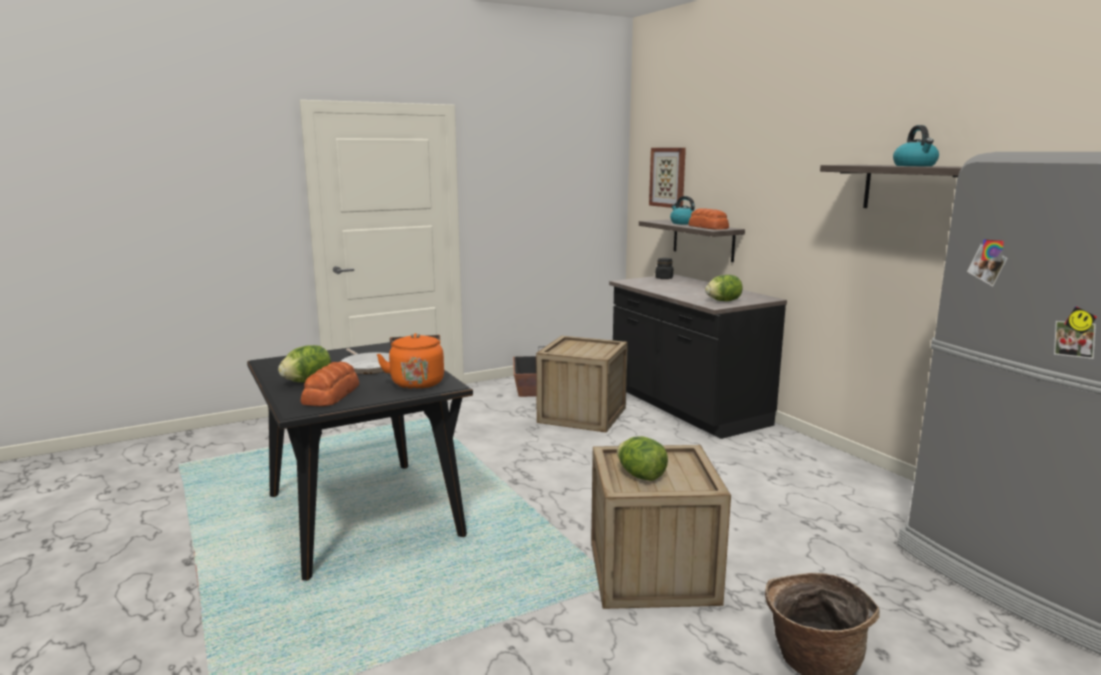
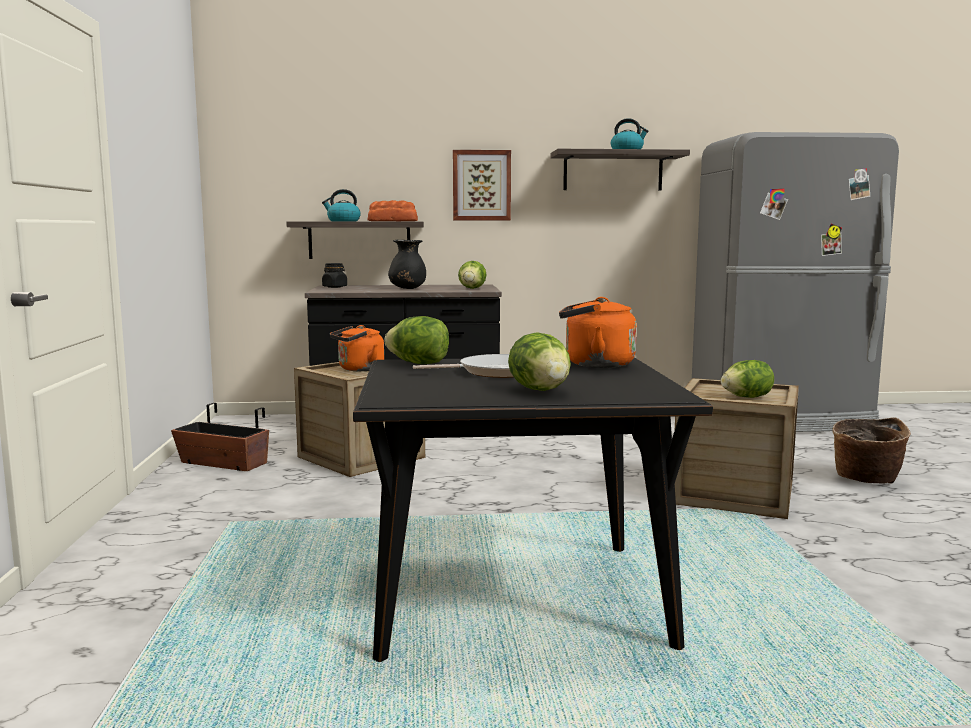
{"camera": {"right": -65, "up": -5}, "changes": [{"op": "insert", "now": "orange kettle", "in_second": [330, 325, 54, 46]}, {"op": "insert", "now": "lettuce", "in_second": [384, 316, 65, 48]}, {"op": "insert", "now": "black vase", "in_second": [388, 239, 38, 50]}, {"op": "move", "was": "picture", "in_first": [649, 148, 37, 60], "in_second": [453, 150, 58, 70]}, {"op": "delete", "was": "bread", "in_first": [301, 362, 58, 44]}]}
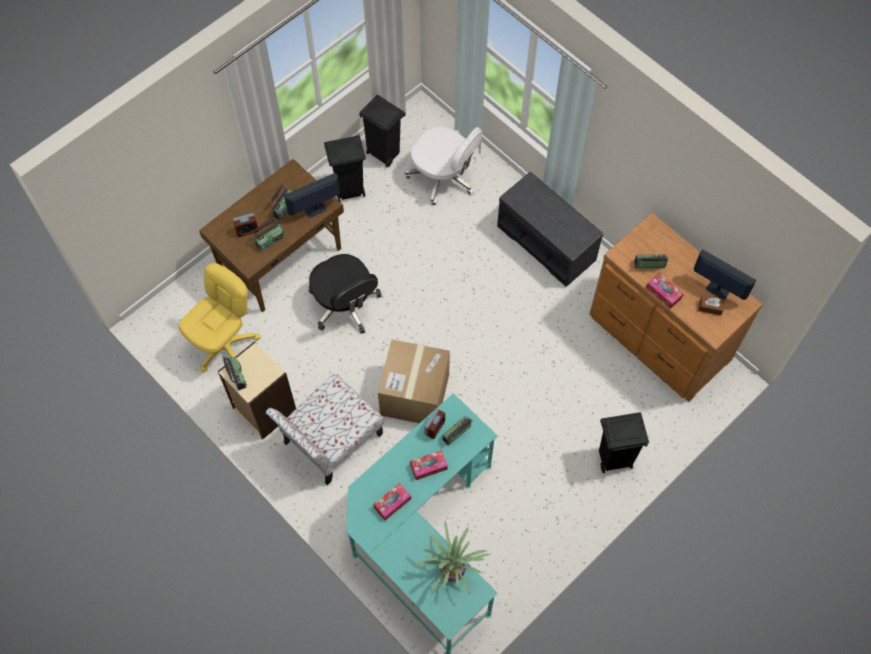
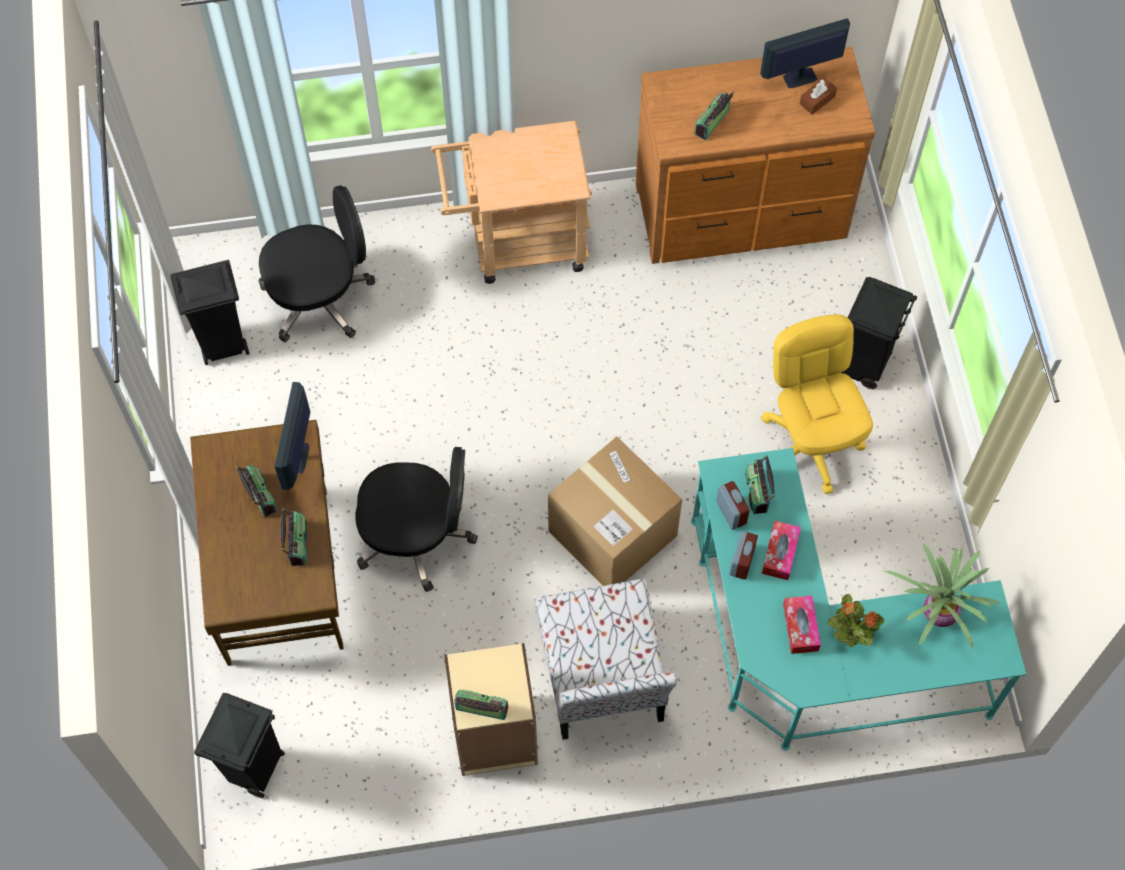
{"camera": {"right": -55, "up": 0}, "changes": [{"op": "move", "was": "black trash can", "in_first": [324, 135, 42, 67], "in_second": [194, 693, 91, 105]}, {"op": "recolor", "was": "white office chair", "now": "black office chair", "in_first": [405, 127, 78, 78], "in_second": [259, 185, 116, 157]}, {"op": "replace", "was": "grey bench", "now": "beige cart", "in_first": [497, 172, 106, 115], "in_second": [431, 121, 161, 163]}, {"op": "move", "was": "alarm clock", "in_first": [233, 213, 26, 24], "in_second": [729, 531, 29, 49]}, {"op": "move", "was": "yellow office chair", "in_first": [179, 263, 82, 109], "in_second": [761, 314, 112, 180]}, {"op": "insert", "now": "potted plant", "in_second": [827, 594, 58, 53]}, {"op": "delete", "was": "tissue box", "in_first": [646, 273, 37, 36]}]}
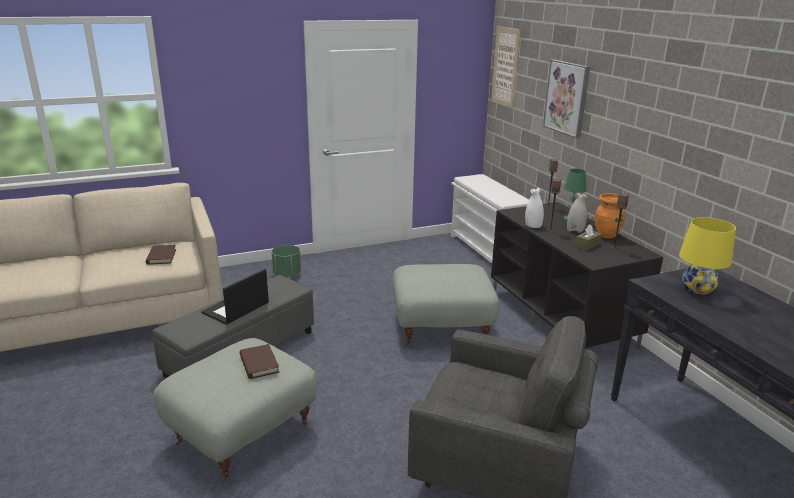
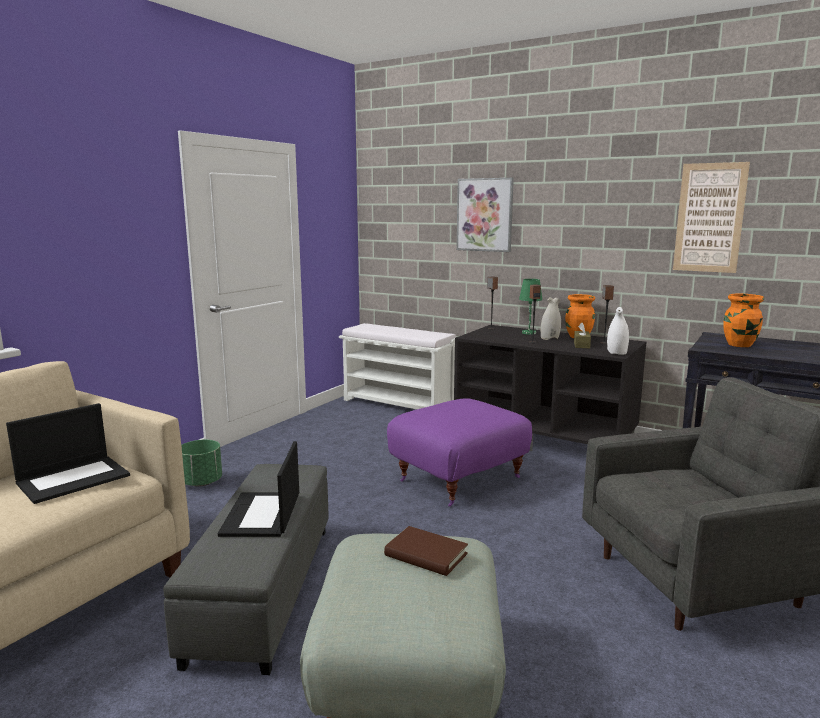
{"camera": {"right": -35, "up": -10}, "changes": [{"op": "replace", "was": "brown book", "now": "laptop", "in_first": [146, 245, 30, 20], "in_second": [6, 403, 124, 101]}, {"op": "recolor", "was": "grey ottoman", "now": "purple ottoman", "in_first": [392, 264, 107, 82], "in_second": [387, 398, 145, 109]}, {"op": "move", "was": "white vase", "in_first": [525, 188, 19, 40], "in_second": [607, 307, 22, 48]}, {"op": "move", "was": "picture", "in_first": [491, 26, 30, 82], "in_second": [673, 162, 77, 111]}, {"op": "replace", "was": "yellow table lamp", "now": "orange vase", "in_first": [679, 217, 57, 78], "in_second": [723, 294, 41, 53]}]}
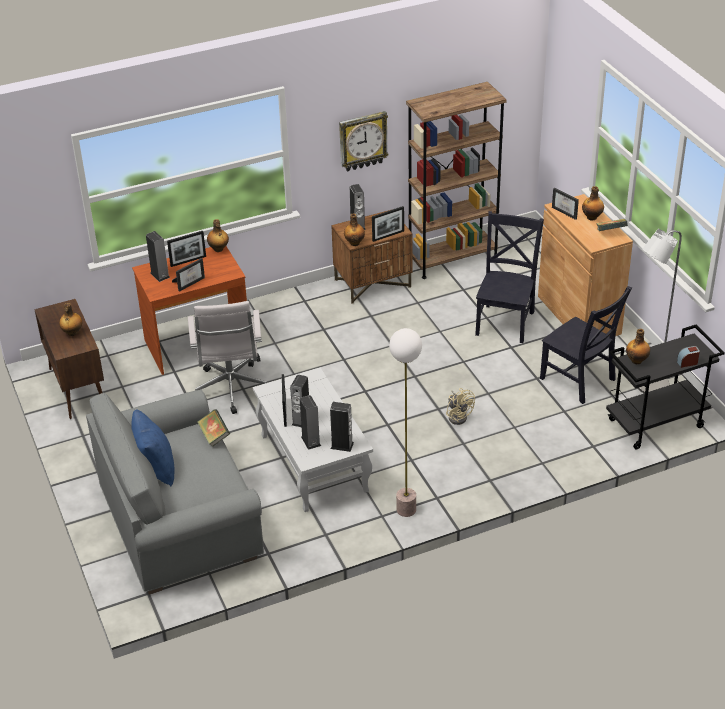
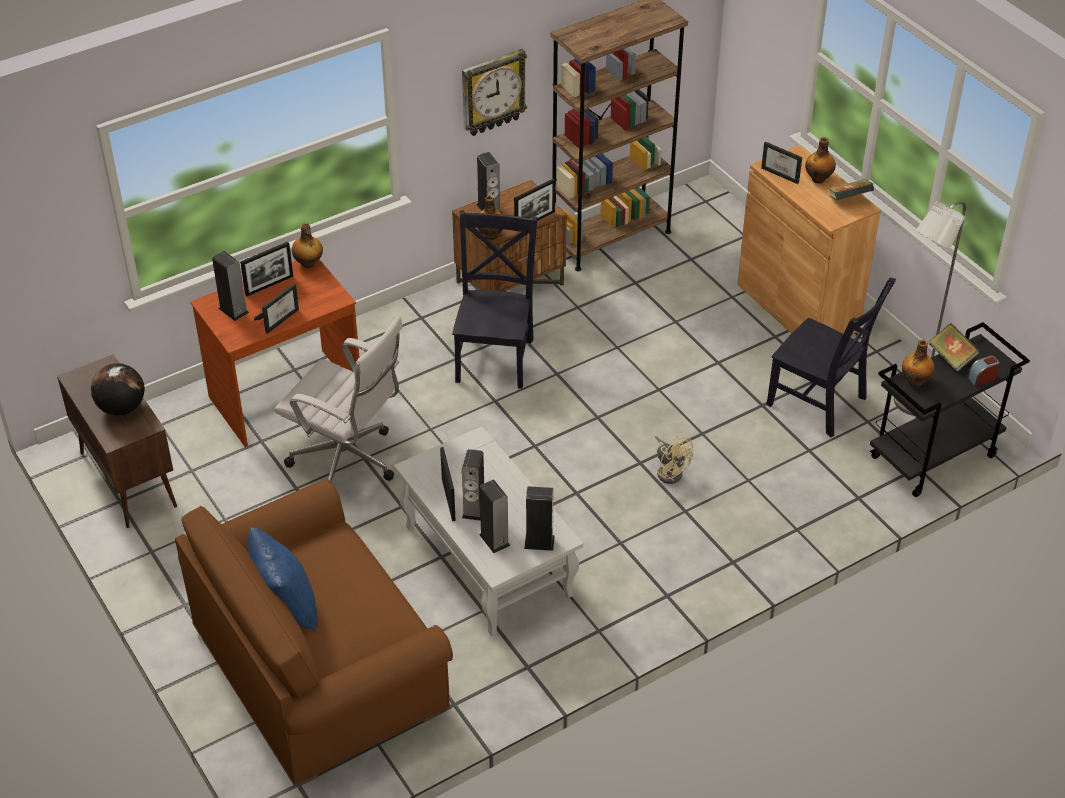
{"camera": {"right": -10, "up": 5}, "changes": [{"op": "replace", "was": "bottle", "now": "globe", "in_first": [59, 303, 23, 33], "in_second": [91, 363, 54, 53]}, {"op": "recolor", "was": "grey sofa", "now": "brown sofa", "in_first": [86, 389, 178, 205], "in_second": [175, 479, 278, 307]}, {"op": "rotate", "was": "white office chair", "in_first": [188, 301, 79, 113], "in_second": [274, 316, 129, 166], "clockwise": -45}, {"op": "move", "was": "black chair", "in_first": [475, 211, 69, 132], "in_second": [452, 210, 86, 179]}, {"op": "move", "was": "book", "in_first": [198, 409, 32, 38], "in_second": [929, 323, 51, 49]}, {"op": "delete", "was": "floor lamp", "in_first": [389, 328, 33, 189]}]}
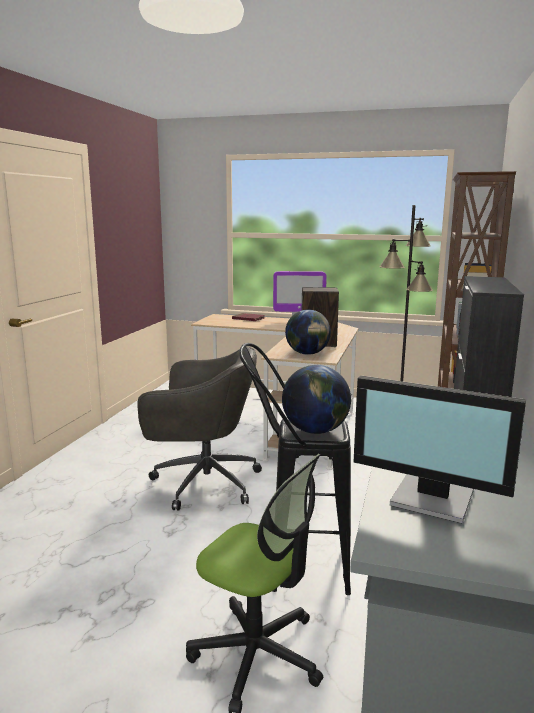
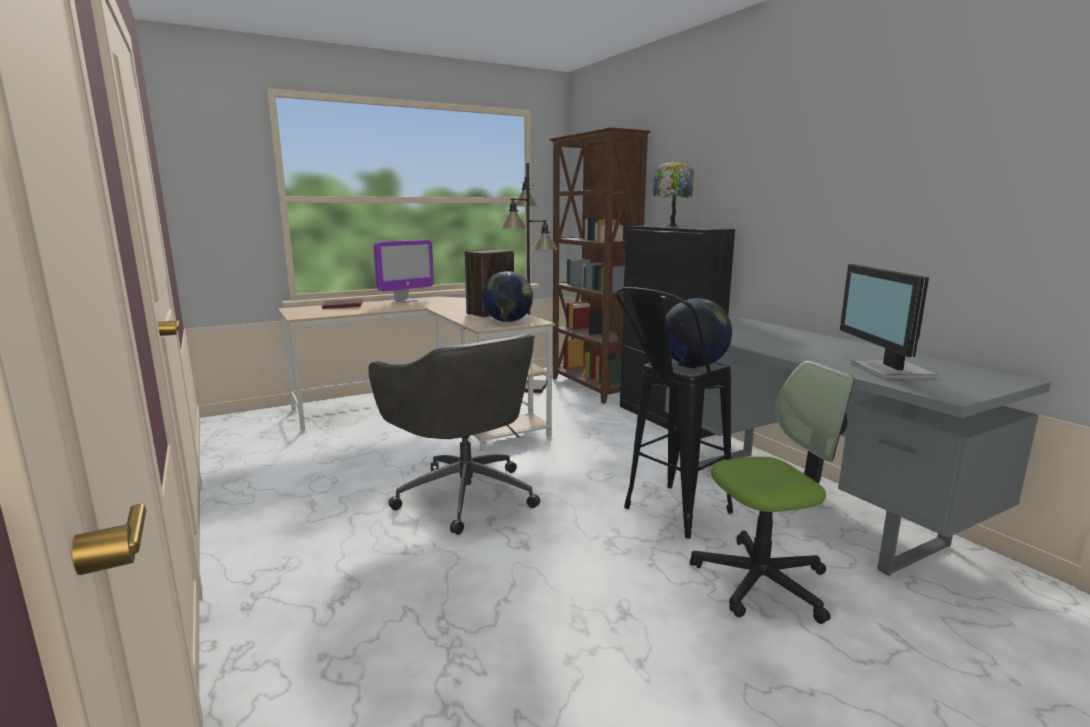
{"camera": {"right": -45, "up": 0}, "changes": [{"op": "rotate", "was": "grey office chair", "in_first": [137, 347, 125, 164], "in_second": [368, 334, 172, 201], "clockwise": 90}, {"op": "insert", "now": "table lamp", "in_second": [653, 161, 41, 66]}, {"op": "rotate", "was": "monitor", "in_first": [354, 376, 172, 147], "in_second": [840, 264, 98, 115], "clockwise": 105}]}
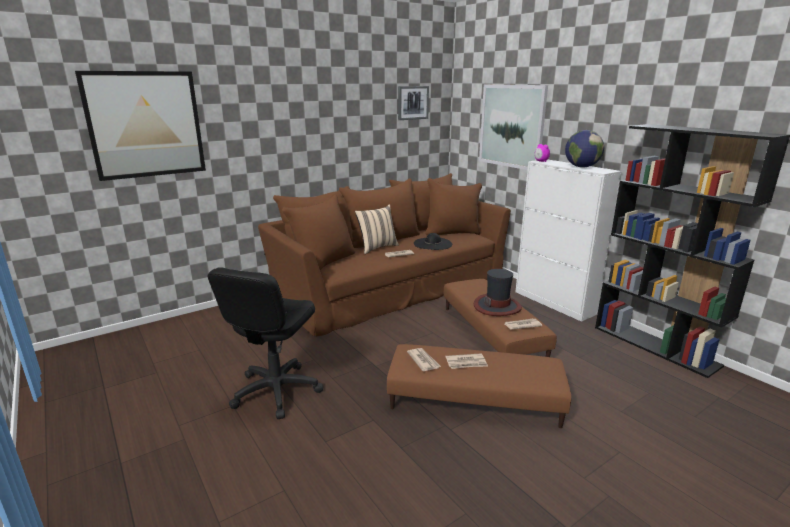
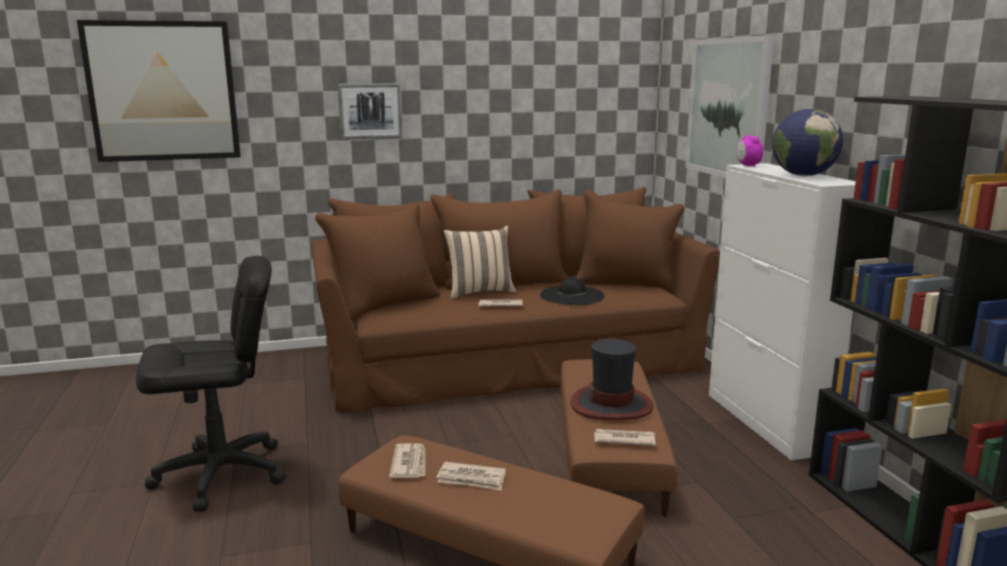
{"camera": {"right": 20, "up": -5}, "changes": [{"op": "rotate", "was": "black office chair", "in_first": [208, 267, 116, 152], "in_second": [136, 256, 150, 256], "clockwise": -150}, {"op": "move", "was": "picture", "in_first": [398, 86, 31, 34], "in_second": [338, 83, 65, 57]}]}
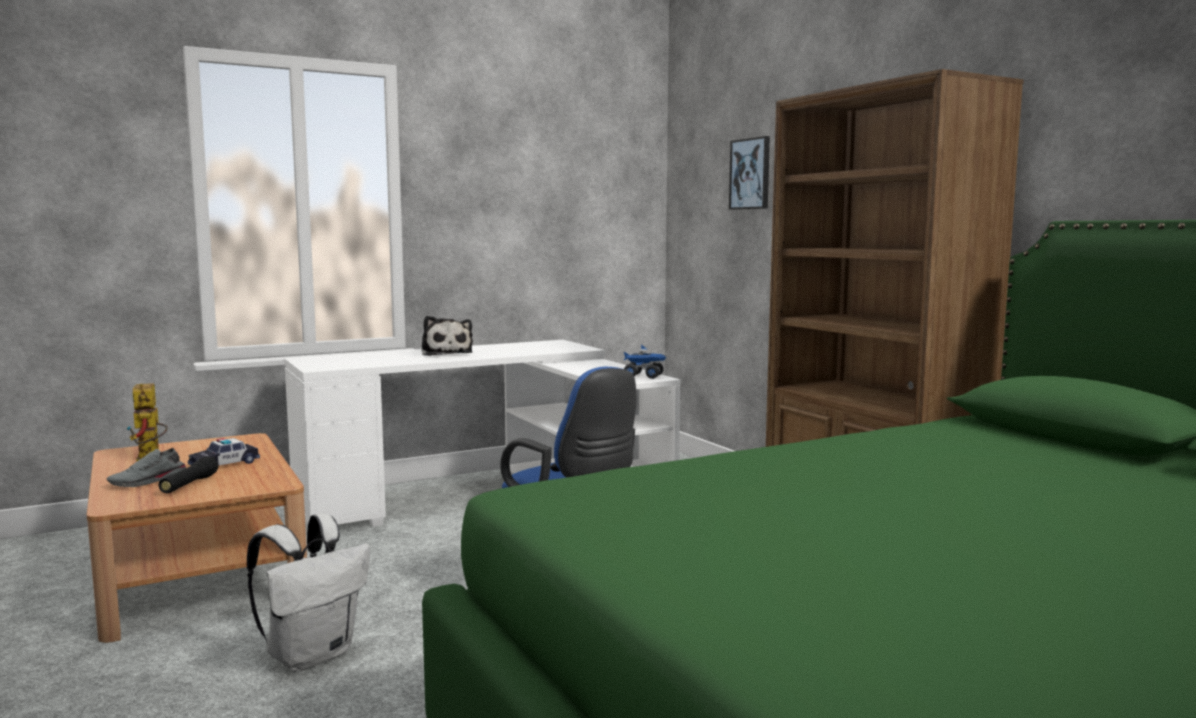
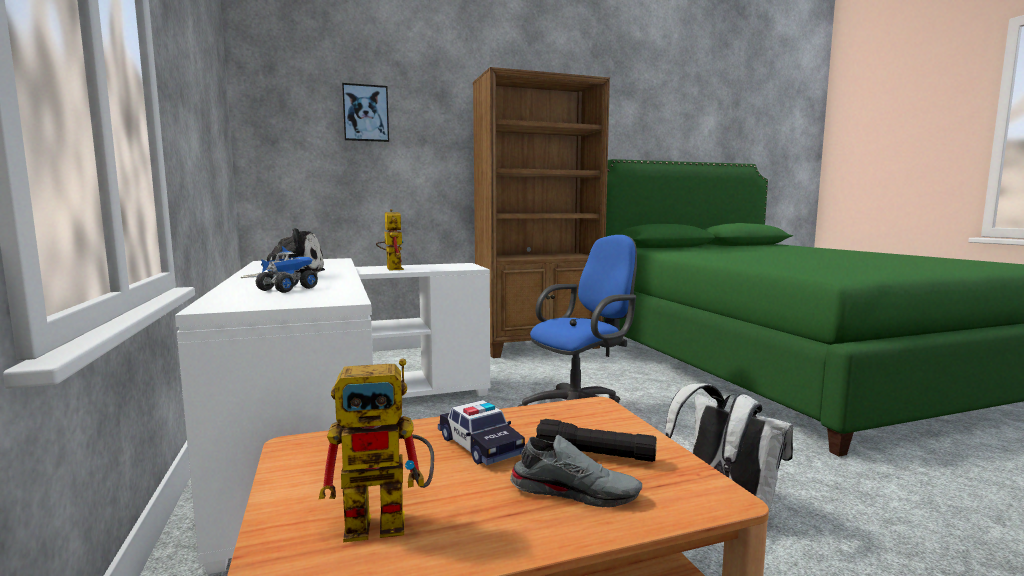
{"camera": {"right": -80, "up": 0}, "changes": [{"op": "move", "was": "toy truck", "in_first": [624, 344, 42, 35], "in_second": [256, 246, 62, 47]}, {"op": "insert", "now": "toy robot", "in_second": [376, 209, 28, 62]}, {"op": "rotate", "was": "grey shoe", "in_first": [107, 448, 79, 39], "in_second": [510, 435, 132, 73], "clockwise": -45}]}
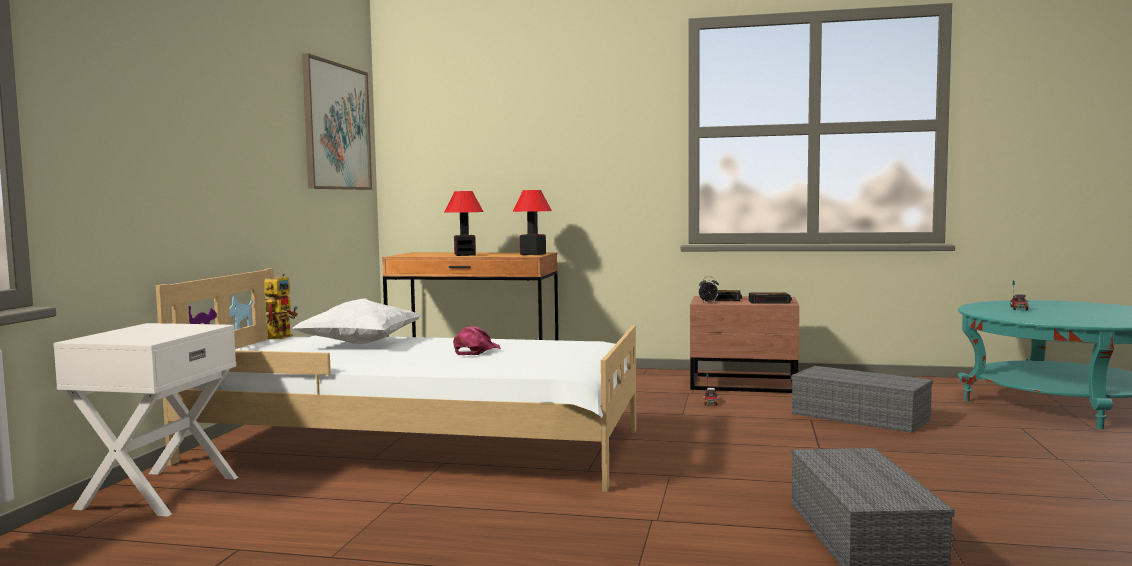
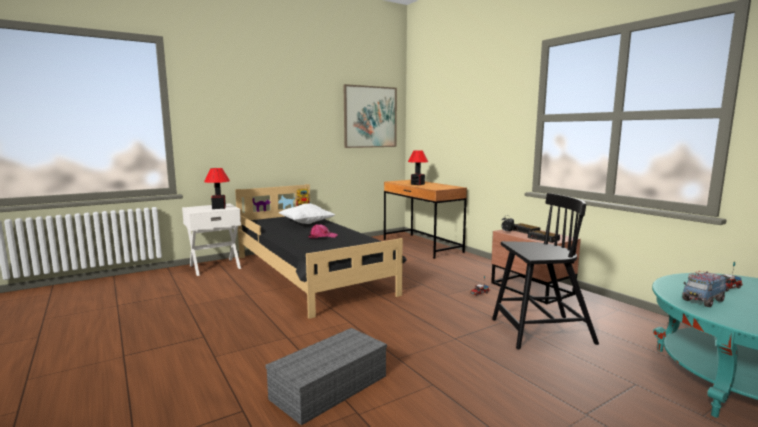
{"camera": {"right": 45, "up": 5}, "changes": [{"op": "move", "was": "table lamp", "in_first": [513, 190, 39, 65], "in_second": [204, 168, 26, 41]}, {"op": "recolor", "was": "white bed", "now": "black bed", "in_first": [156, 268, 480, 224], "in_second": [235, 184, 172, 135]}, {"op": "replace", "was": "grey storage box", "now": "black chair", "in_first": [791, 366, 142, 67], "in_second": [492, 193, 107, 157]}, {"op": "insert", "now": "toy truck", "in_second": [682, 271, 45, 36]}]}
